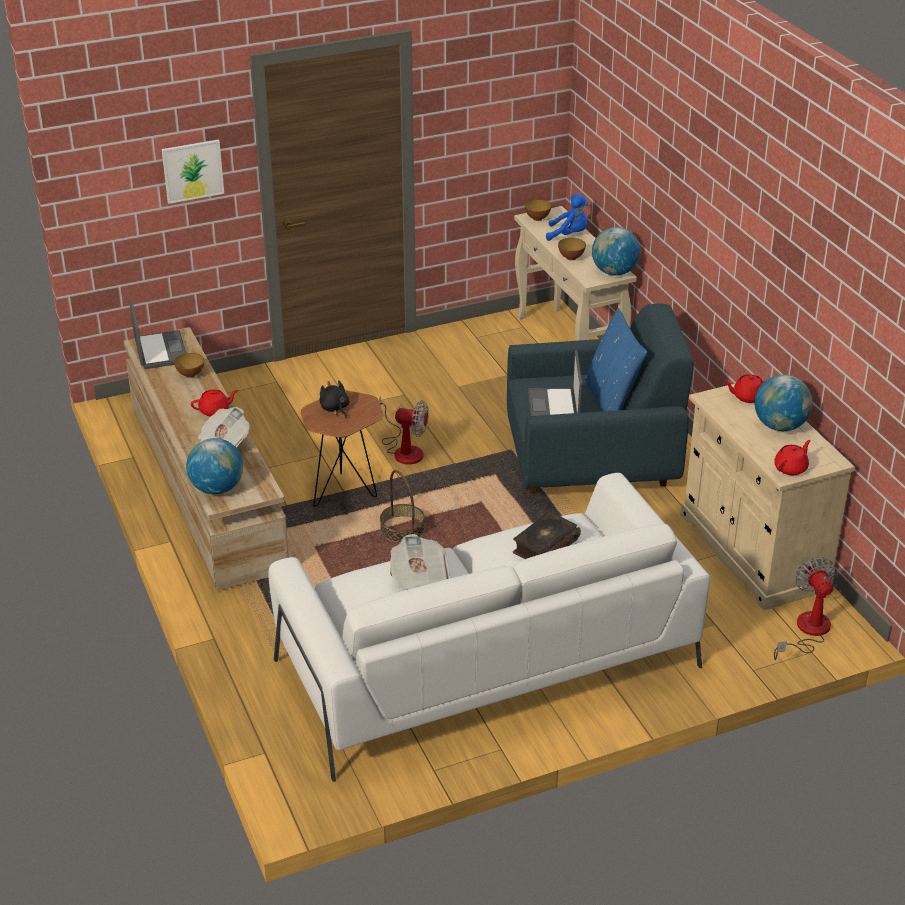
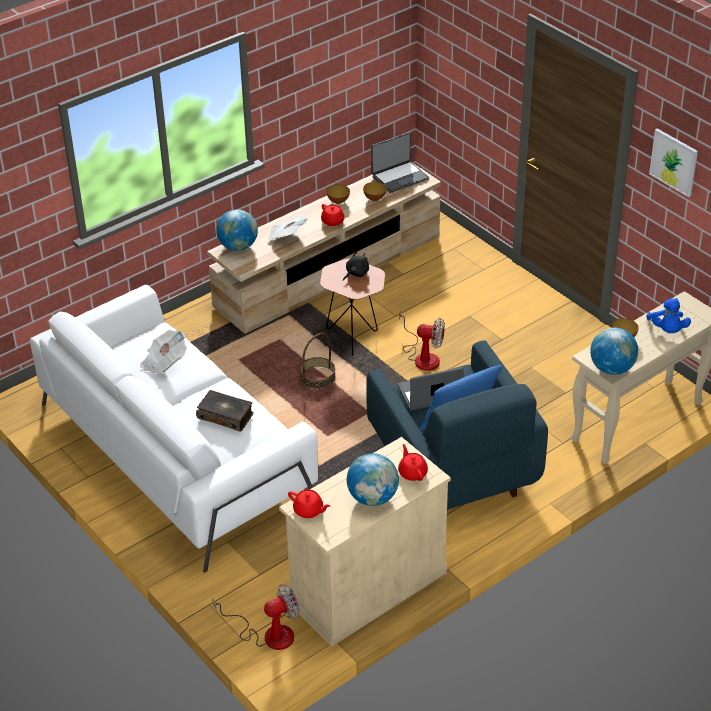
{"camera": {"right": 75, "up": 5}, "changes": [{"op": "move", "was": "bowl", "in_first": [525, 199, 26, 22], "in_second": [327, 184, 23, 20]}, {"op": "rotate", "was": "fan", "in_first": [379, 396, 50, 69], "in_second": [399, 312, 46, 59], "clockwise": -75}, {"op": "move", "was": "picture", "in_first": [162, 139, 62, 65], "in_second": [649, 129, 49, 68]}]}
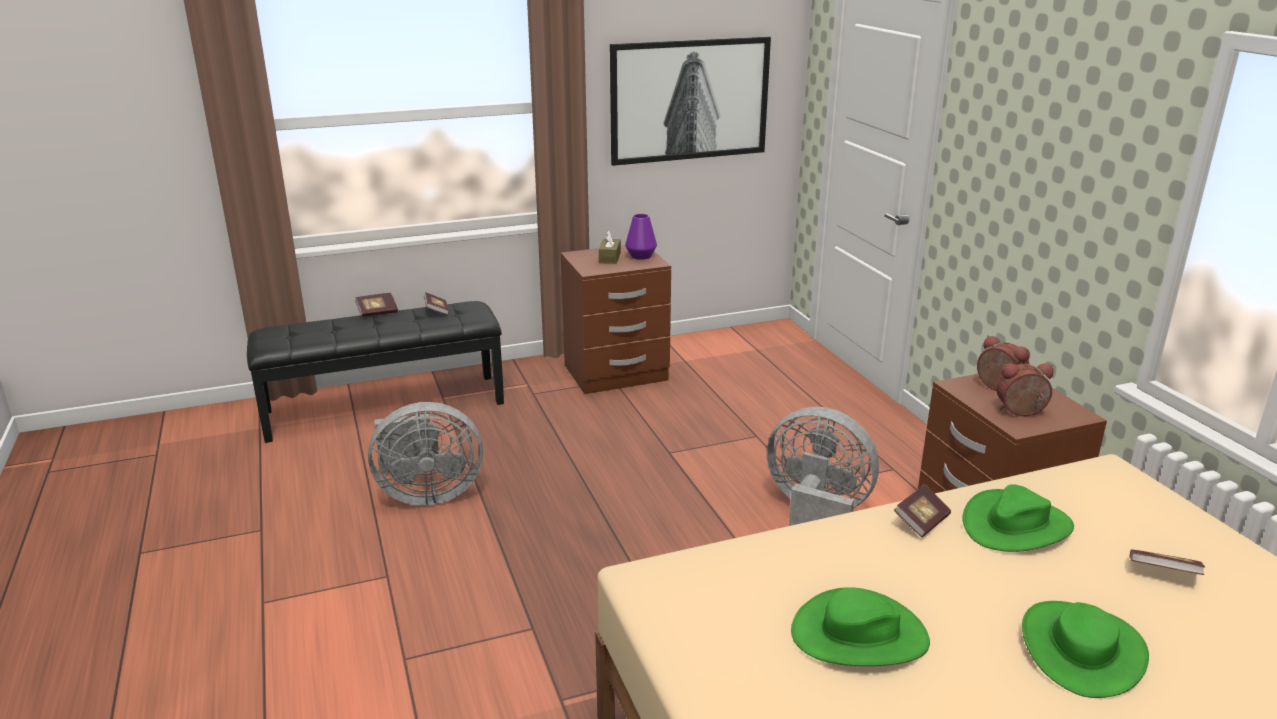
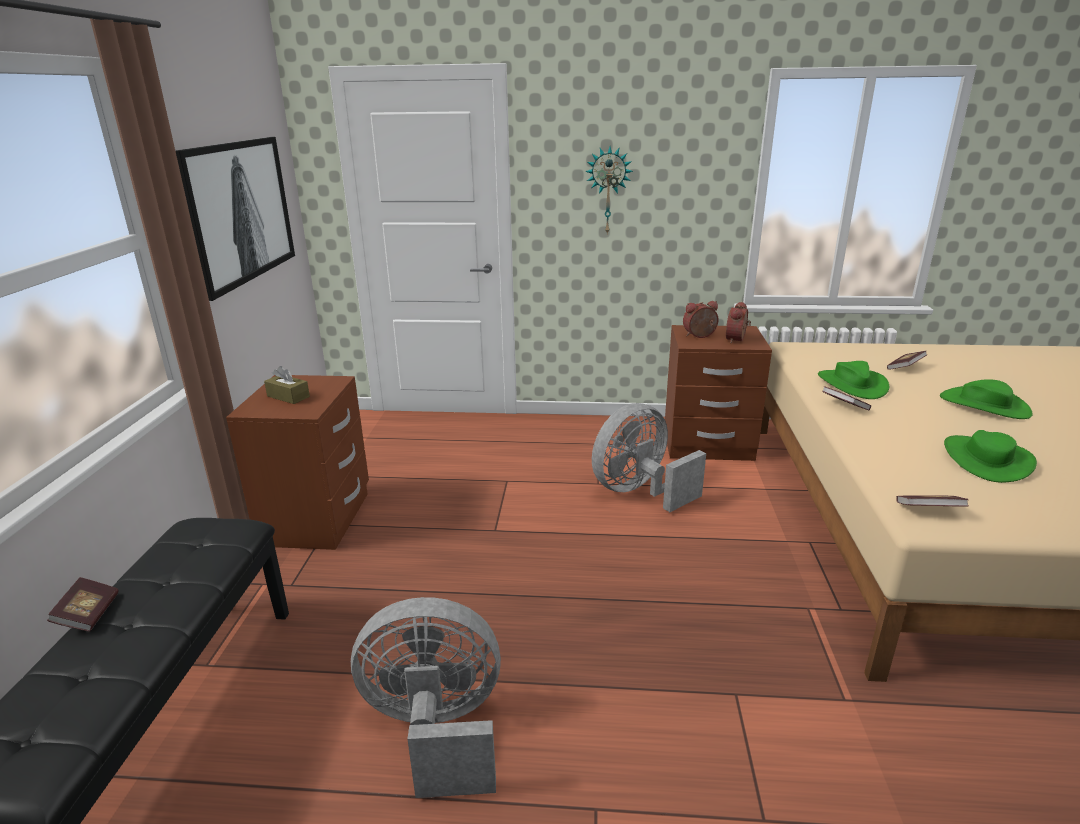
{"camera": {"right": -65, "up": 0}, "changes": [{"op": "rotate", "was": "grey fan", "in_first": [368, 402, 115, 104], "in_second": [351, 597, 150, 201], "clockwise": -105}, {"op": "insert", "now": "wall clock", "in_second": [585, 147, 48, 86]}, {"op": "move", "was": "book", "in_first": [424, 292, 25, 23], "in_second": [897, 495, 72, 12]}, {"op": "delete", "was": "purple vase", "in_first": [625, 214, 32, 46]}]}
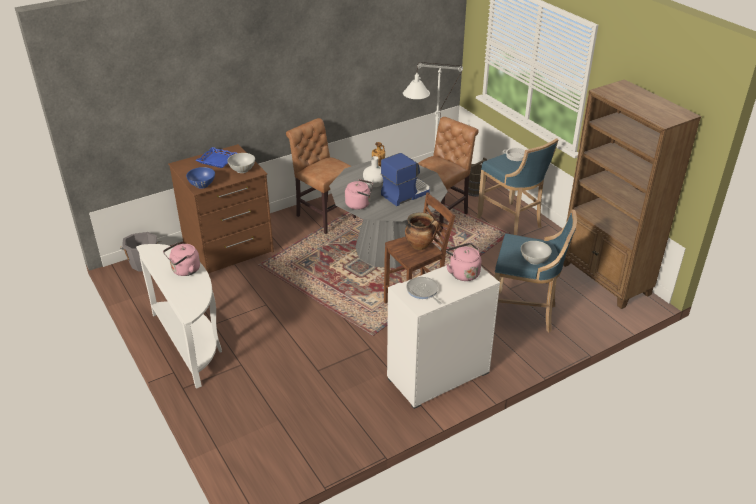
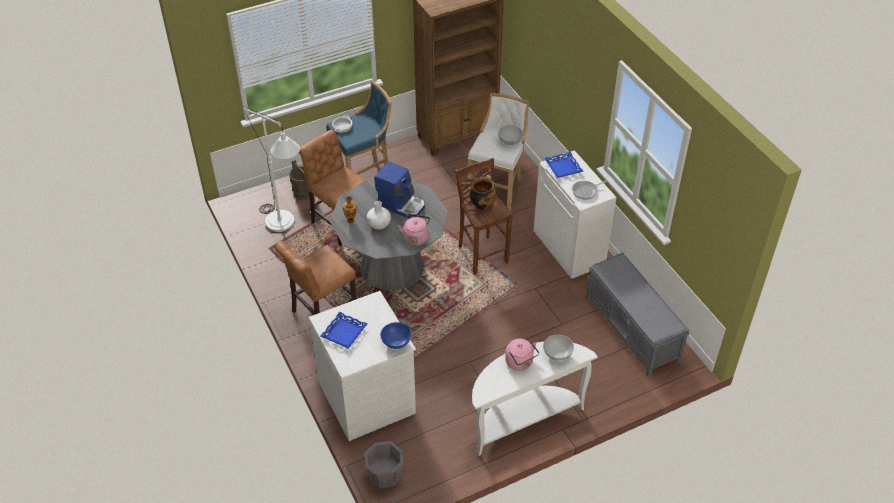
{"camera": {"right": -85, "up": 10}, "changes": [{"op": "recolor", "was": "brown dresser", "now": "white dresser", "in_first": [168, 144, 106, 130], "in_second": [309, 291, 107, 150]}, {"op": "rotate", "was": "coffee machine", "in_first": [381, 153, 49, 53], "in_second": [375, 162, 50, 56], "clockwise": 150}, {"op": "recolor", "was": "blue stool", "now": "white stool", "in_first": [494, 209, 83, 123], "in_second": [466, 93, 63, 118]}, {"op": "move", "was": "white bowl", "in_first": [227, 153, 28, 20], "in_second": [543, 334, 31, 27]}, {"op": "replace", "was": "pink kettle", "now": "blue tray", "in_first": [446, 243, 35, 38], "in_second": [544, 152, 39, 26]}, {"op": "insert", "now": "grey bench", "in_second": [586, 252, 104, 124]}]}
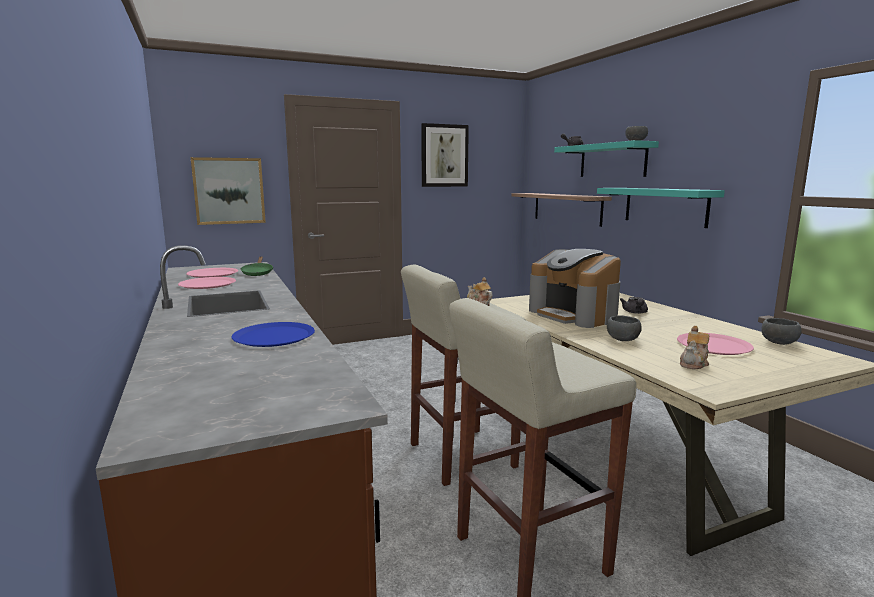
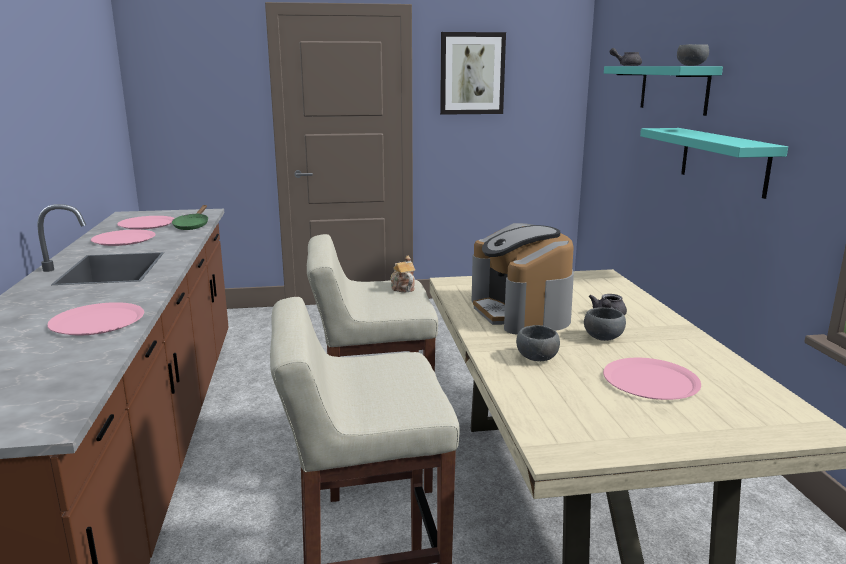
{"camera": {"right": 15, "up": 5}, "changes": [{"op": "recolor", "was": "blue plate", "now": "pink plate", "in_first": [232, 322, 83, 25], "in_second": [47, 302, 97, 33]}, {"op": "move", "was": "grey bowl", "in_first": [761, 318, 40, 27], "in_second": [584, 307, 42, 34]}, {"op": "delete", "was": "picture", "in_first": [191, 157, 75, 68]}, {"op": "delete", "was": "shelf", "in_first": [511, 193, 101, 34]}, {"op": "delete", "was": "teapot", "in_first": [680, 326, 29, 43]}]}
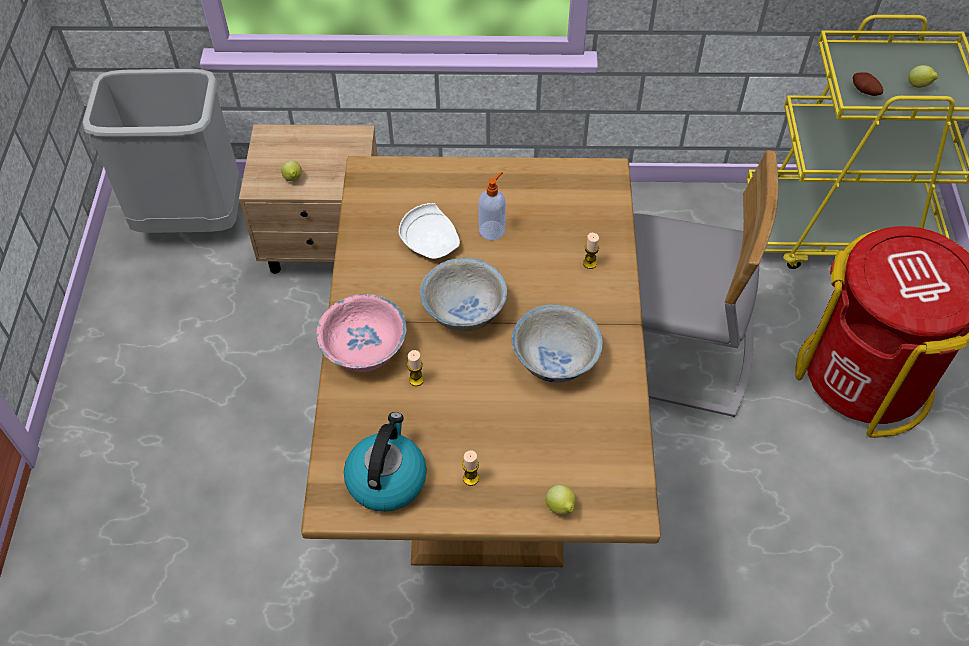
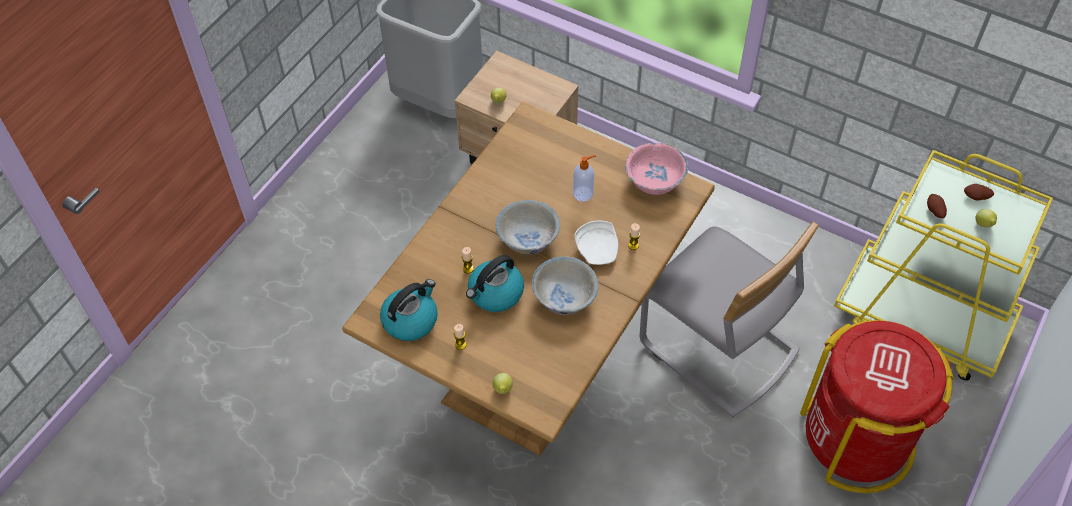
{"camera": {"right": 30, "up": 0}, "changes": [{"op": "insert", "now": "kettle", "in_second": [466, 255, 58, 57]}, {"op": "move", "was": "white plate", "in_first": [399, 203, 61, 56], "in_second": [574, 221, 44, 44]}, {"op": "move", "was": "pink bowl", "in_first": [316, 294, 91, 78], "in_second": [625, 143, 63, 52]}, {"op": "insert", "now": "potato", "in_second": [964, 184, 30, 17]}]}
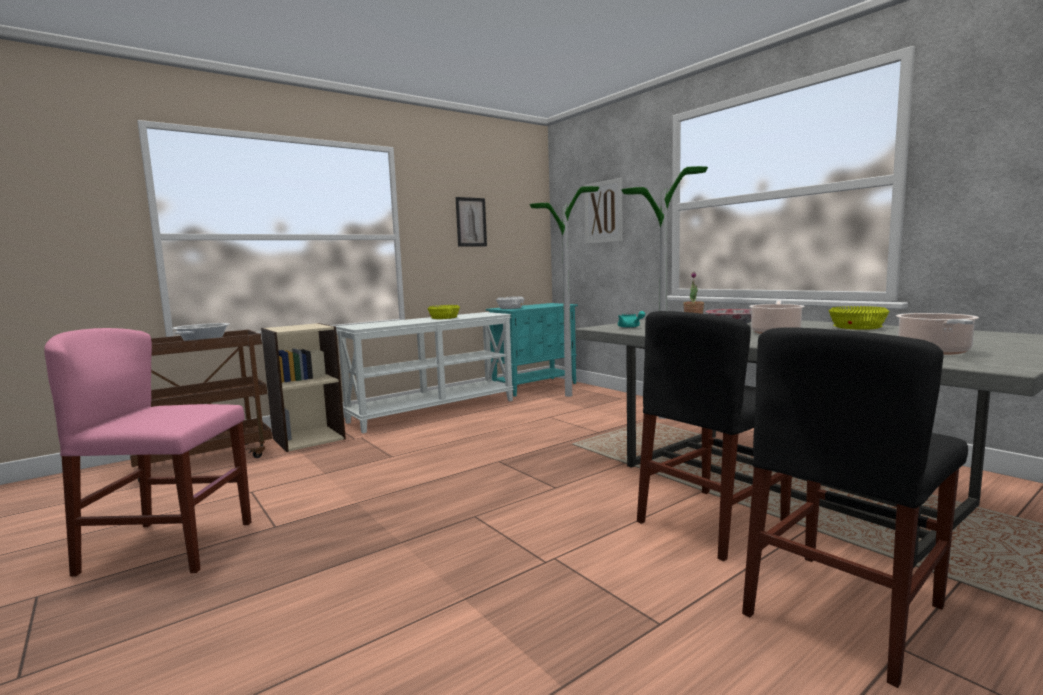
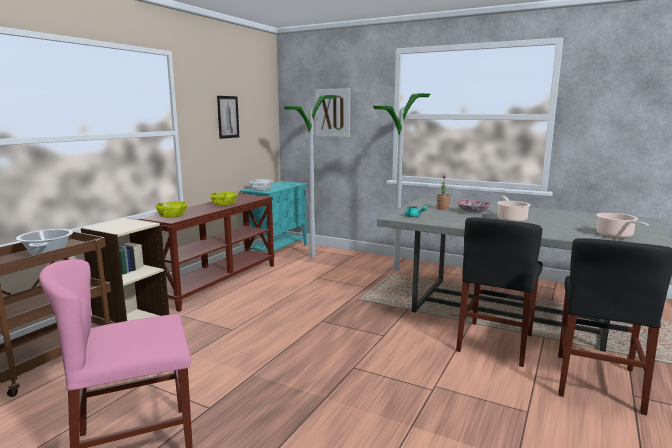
{"camera": {"right": -25, "up": 5}, "changes": [{"op": "recolor", "was": "white console table", "now": "brown console table", "in_first": [336, 312, 178, 121], "in_second": [139, 194, 136, 118]}, {"op": "move", "was": "yellow bowl", "in_first": [828, 306, 62, 24], "in_second": [155, 201, 33, 16]}]}
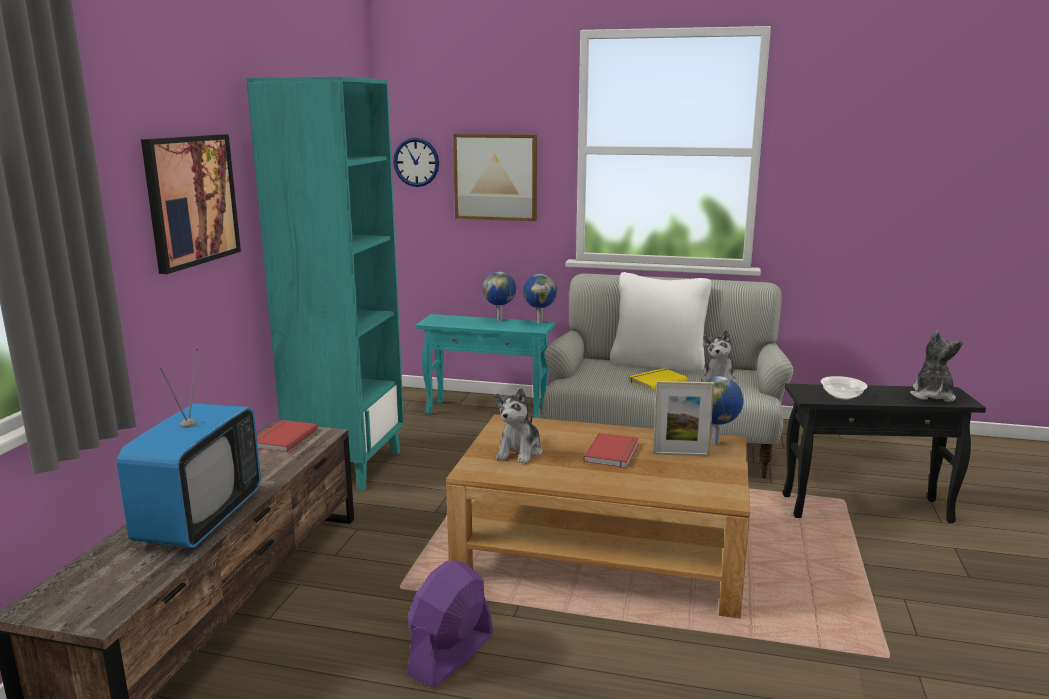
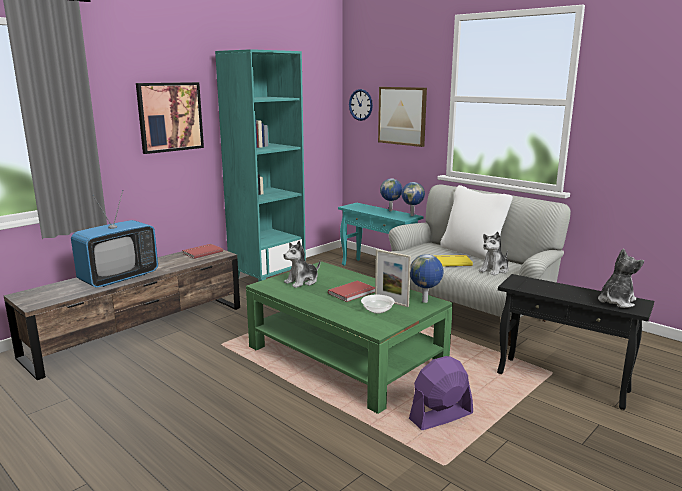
{"camera": {"right": 30, "up": 0}, "changes": [{"op": "recolor", "was": "brown coffee table", "now": "green coffee table", "in_first": [446, 414, 304, 205], "in_second": [246, 261, 207, 153]}, {"op": "move", "was": "bowl", "in_first": [821, 376, 46, 24], "in_second": [361, 295, 34, 19]}, {"op": "move", "was": "purple fan", "in_first": [407, 560, 86, 128], "in_second": [409, 356, 64, 74]}]}
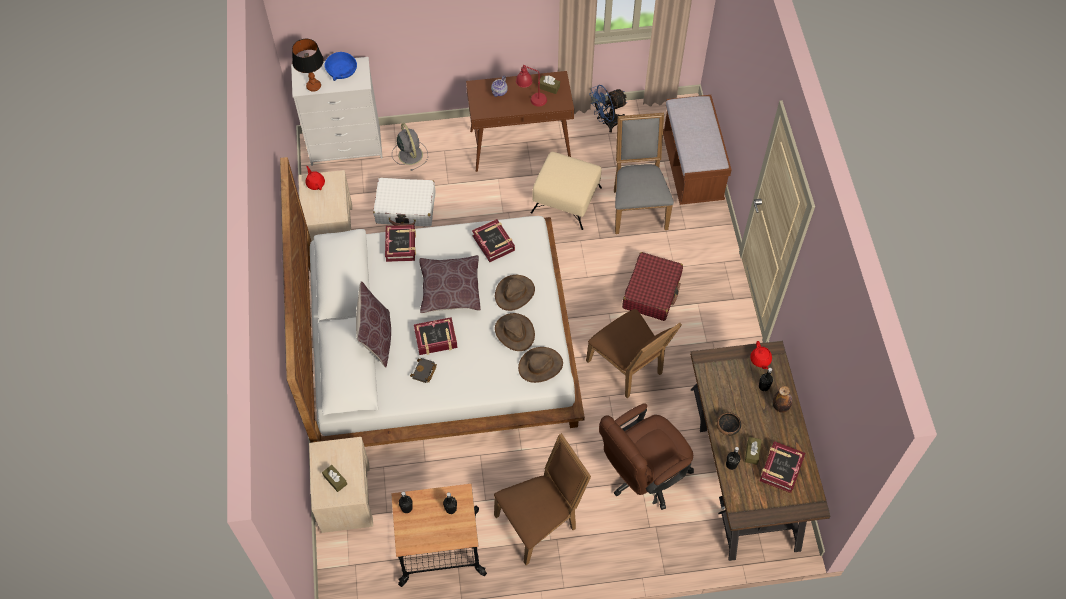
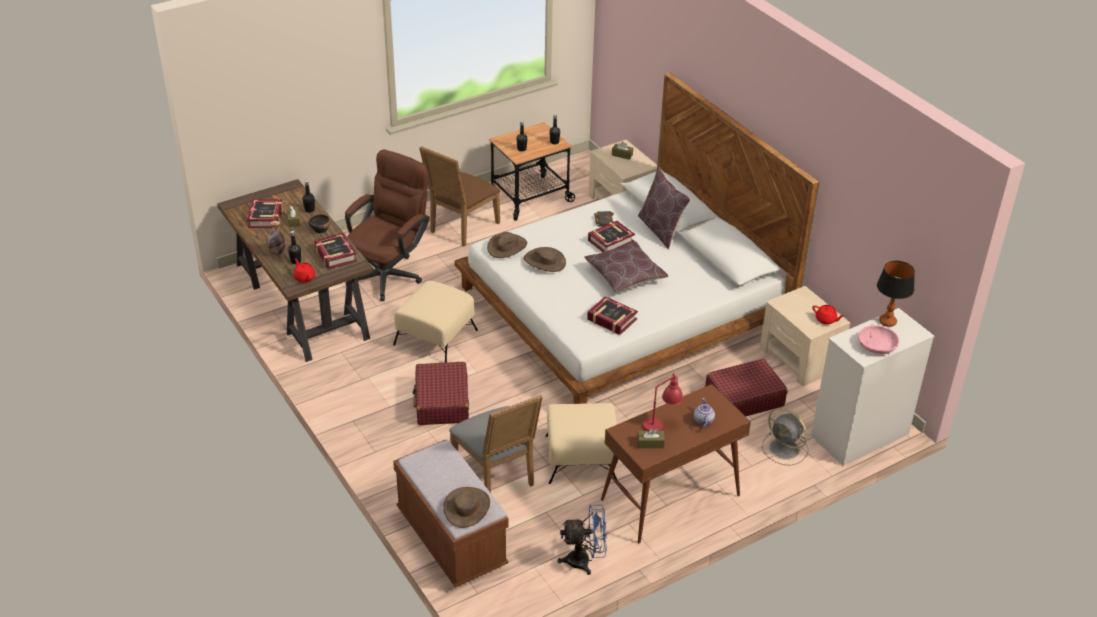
{"camera": {"right": 155, "up": -20}, "changes": [{"op": "move", "was": "book", "in_first": [385, 225, 31, 37], "in_second": [314, 233, 43, 36]}, {"op": "replace", "was": "brown chair", "now": "beige ottoman", "in_first": [586, 309, 96, 89], "in_second": [393, 281, 85, 82]}, {"op": "move", "was": "brown hat", "in_first": [495, 275, 40, 36], "in_second": [443, 487, 47, 41]}, {"op": "rotate", "was": "blue fan", "in_first": [589, 85, 39, 48], "in_second": [558, 505, 49, 70], "clockwise": 45}, {"op": "recolor", "was": "white suitcase", "now": "red suitcase", "in_first": [373, 178, 63, 49], "in_second": [705, 359, 83, 57]}, {"op": "recolor", "was": "blue bowl", "now": "pink bowl", "in_first": [324, 52, 33, 29], "in_second": [858, 324, 41, 30]}]}
